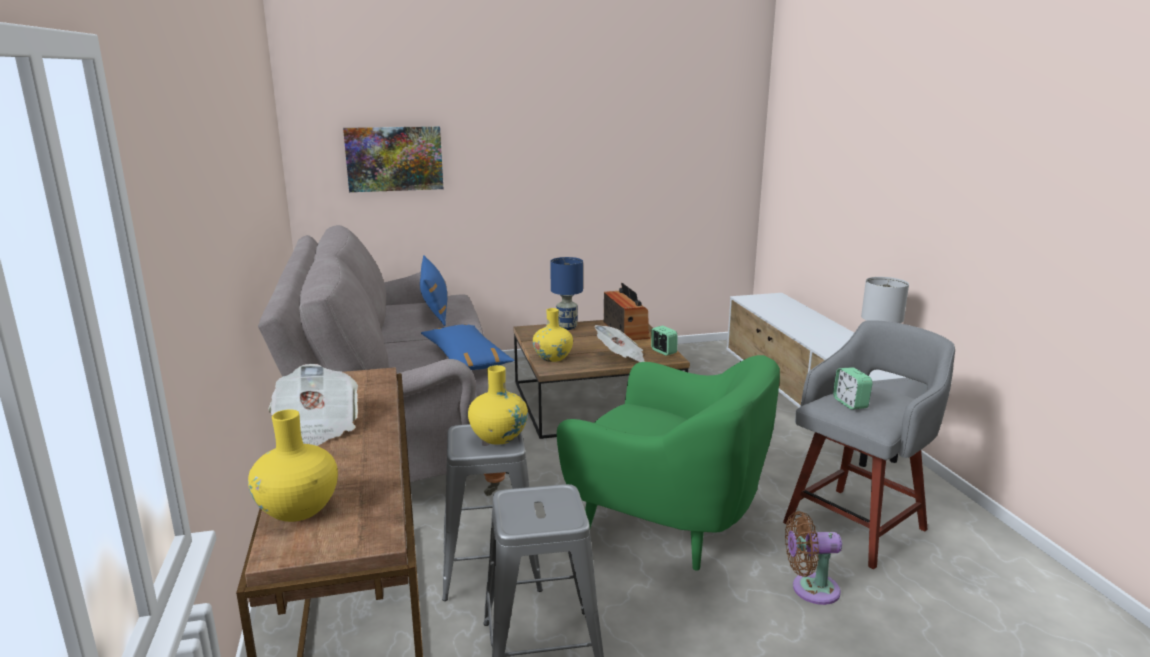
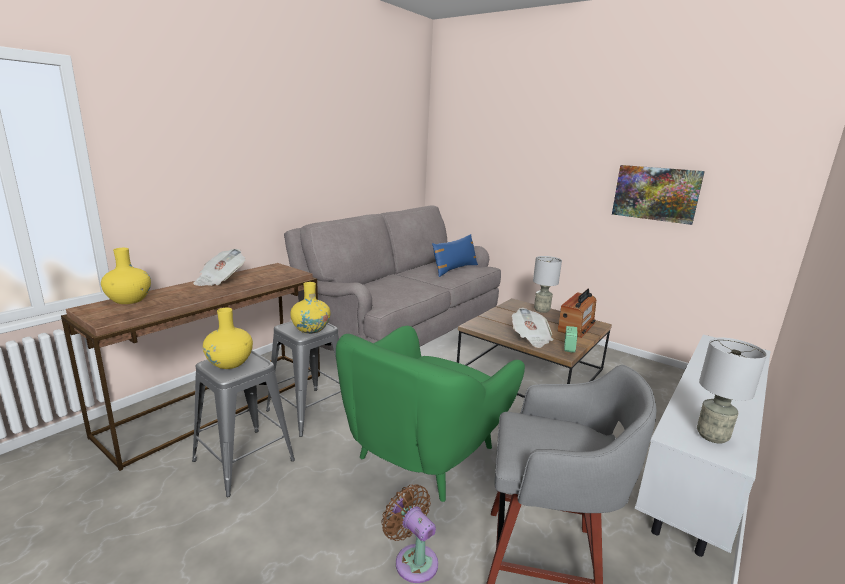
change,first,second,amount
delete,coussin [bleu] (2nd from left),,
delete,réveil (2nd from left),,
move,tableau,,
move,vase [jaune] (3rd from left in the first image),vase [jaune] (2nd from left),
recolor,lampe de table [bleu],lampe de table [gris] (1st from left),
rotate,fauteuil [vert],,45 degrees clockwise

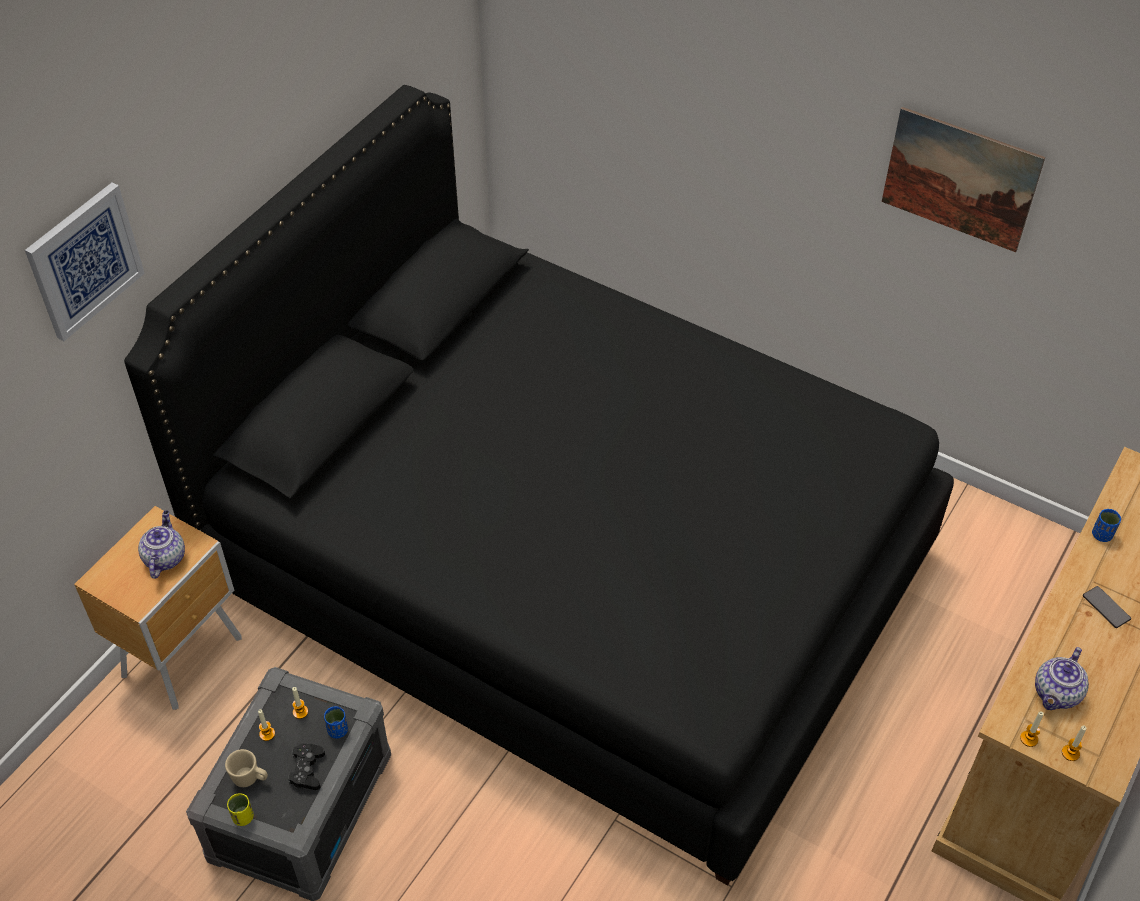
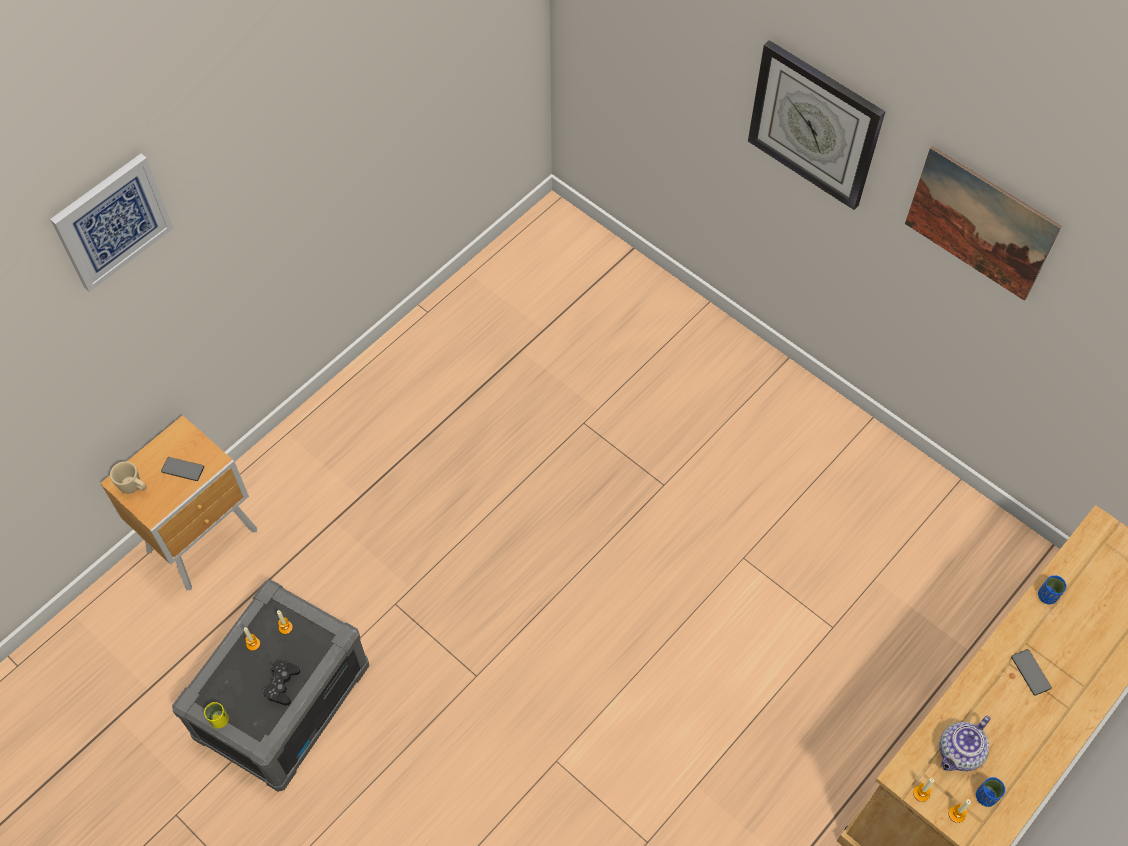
change,first,second,amount
delete,lit [noir],,
insert,,horloge murale,
move,mug [beige],,
move,tasse [bleu] (1st from left),,
replace,théière (1st from left),téléphone (1st from left),

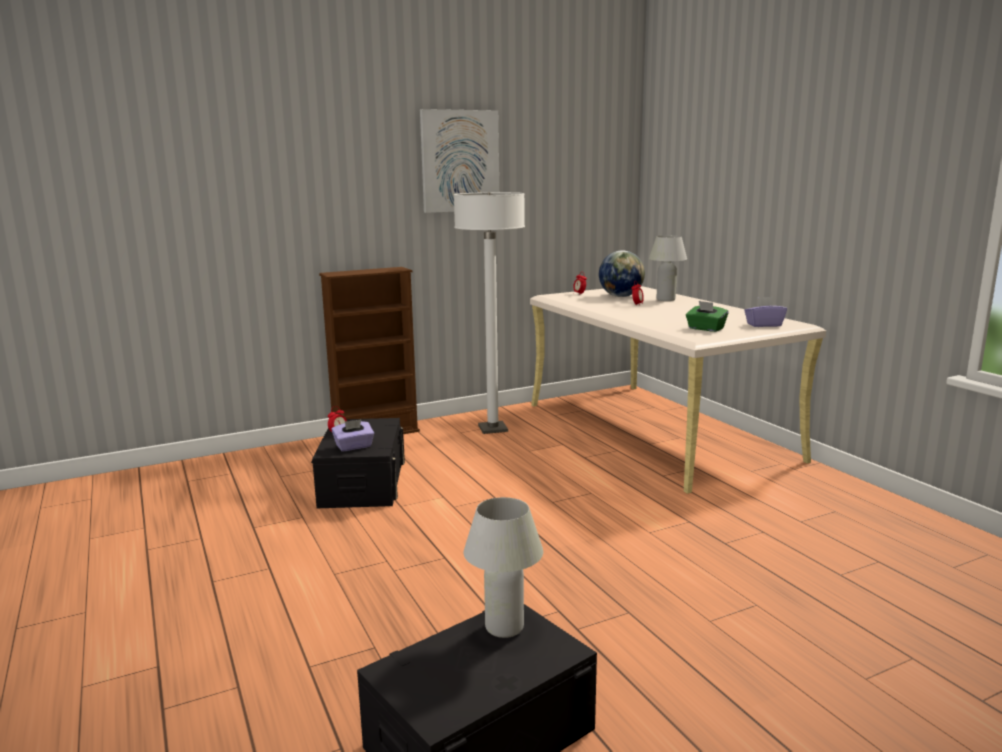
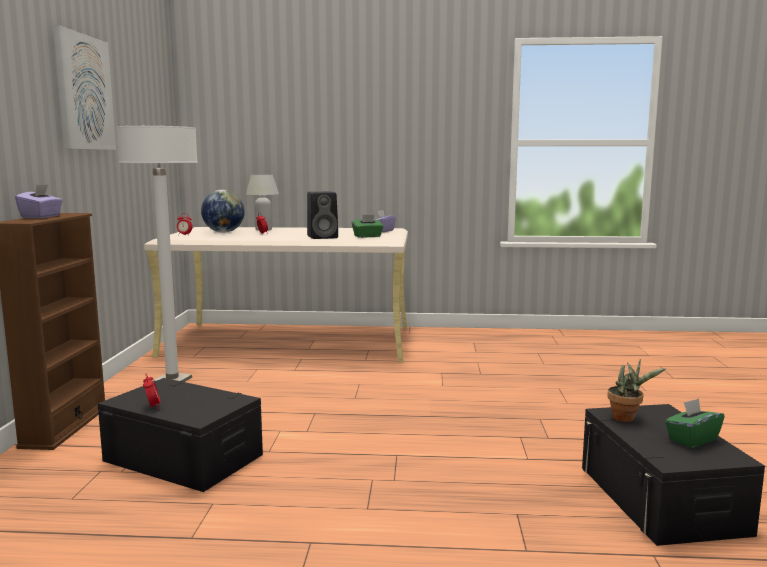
change,first,second,amount
insert,,enceinte [noir],
insert,,boîte à mouchoirs [vert] (2nd from left),
move,boîte à mouchoirs [violet] (1st from left),,
replace,lampe de table [blanc] (1st from left),plante en pot,

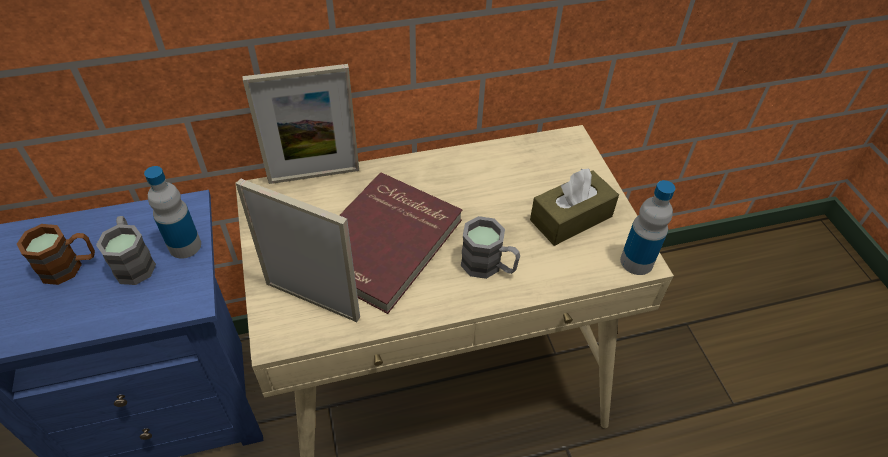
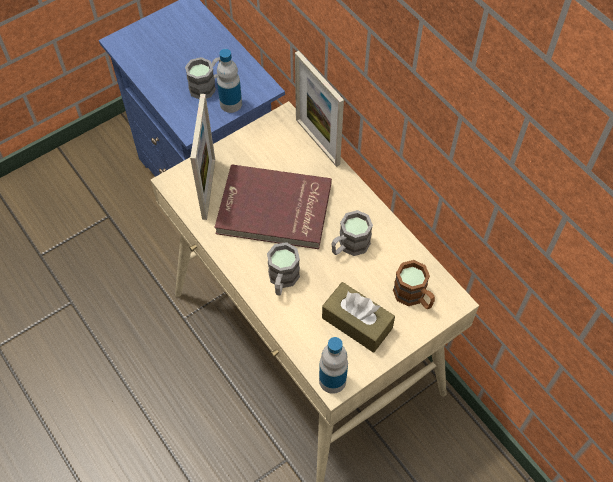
change,first,second,amount
insert,,mug [gris] (3rd from left),
move,mug [marron],,

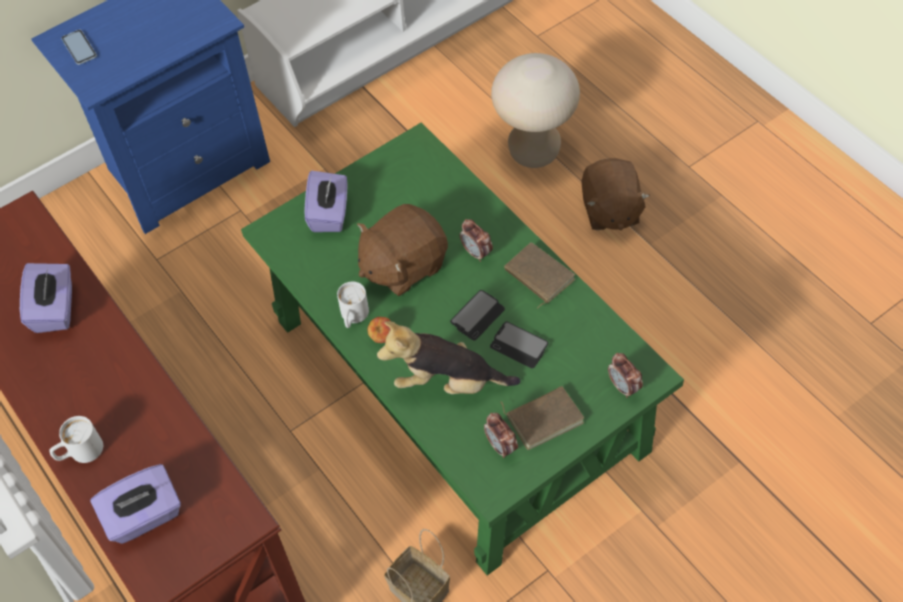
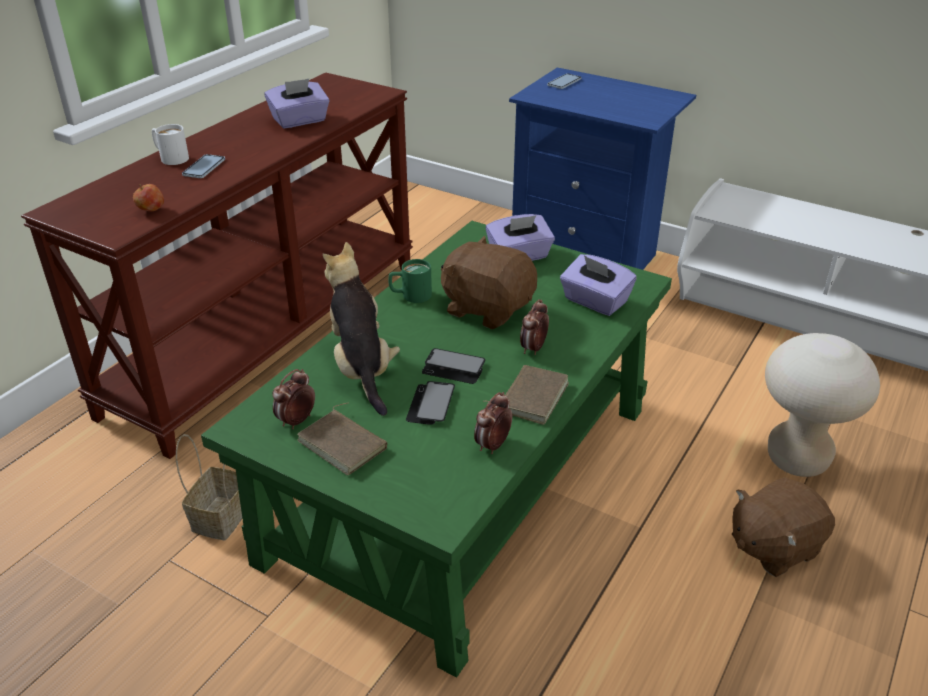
change,first,second,amount
insert,,téléphone (1st from left),
move,boîte à mouchoirs [violet] (2nd from left in the first image),boîte à mouchoirs [violet] (3rd from left),
move,pomme,,
move,réveil (3rd from left in the first image),réveil (2nd from left),
recolor,mug [blanc] (2nd from left),mug [vert],

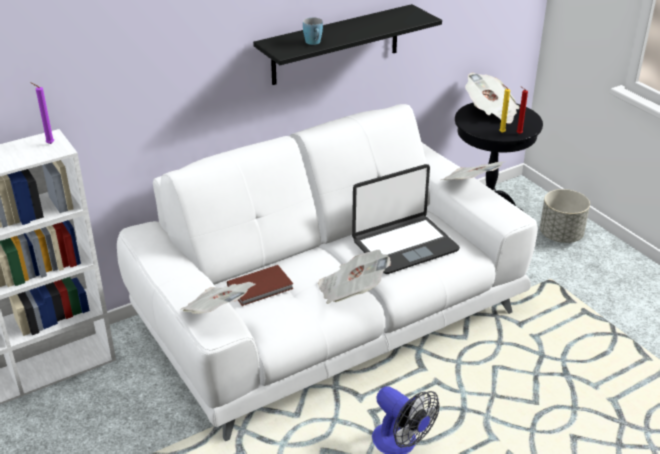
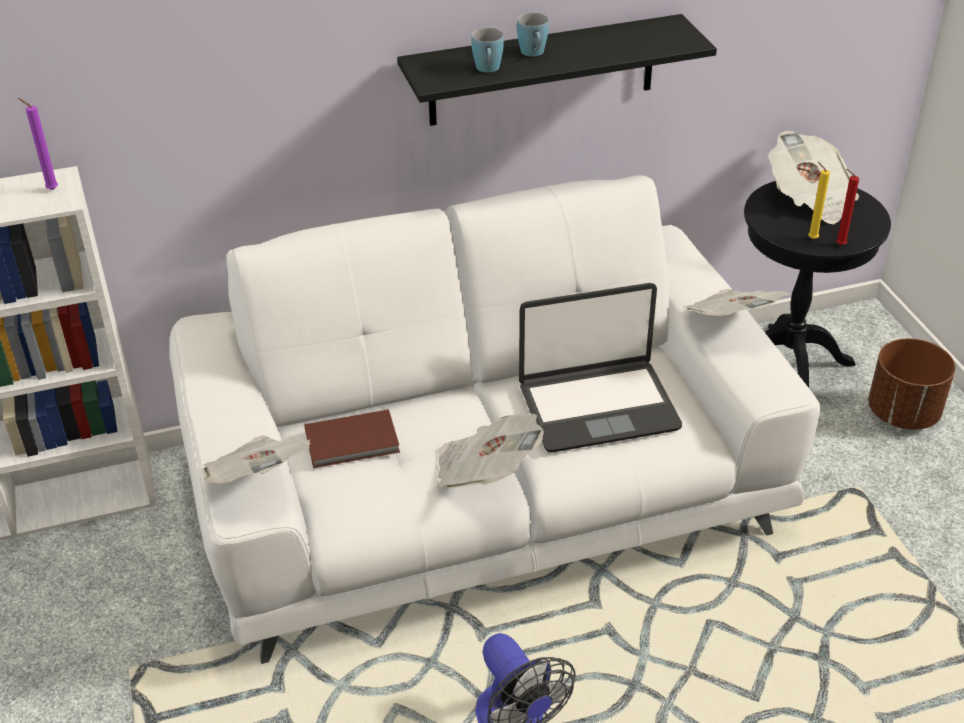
change,first,second,amount
insert,,mug [bleu] (2nd from left),
recolor,cache-pot [gris],cache-pot [marron],

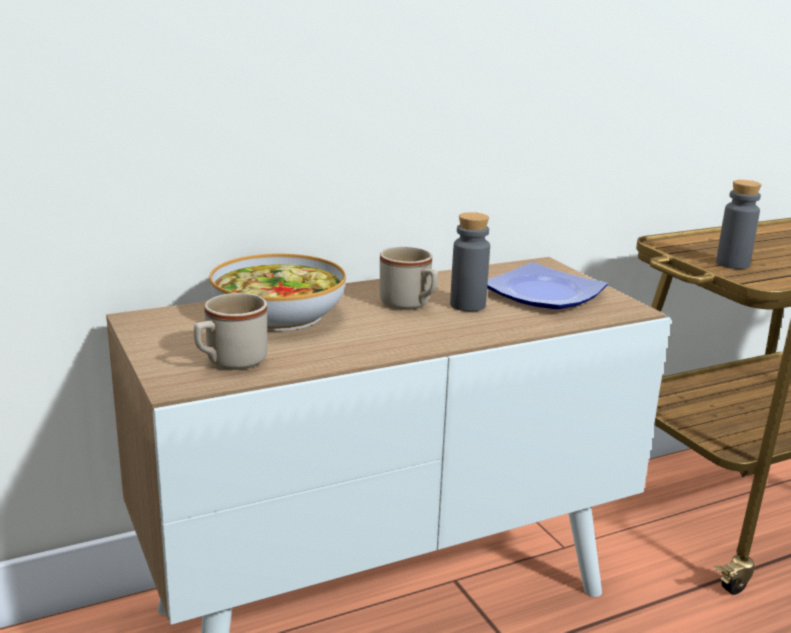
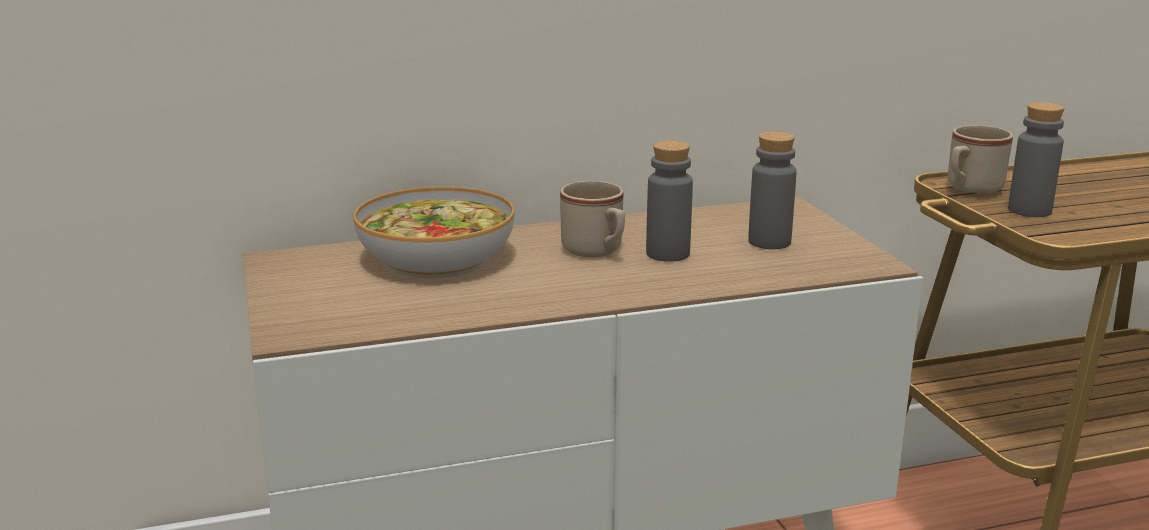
change,first,second,amount
move,mug [beige] (1st from left in the first image),mug [beige] (2nd from left),
replace,assiette,bouteille [gris] (2nd from left),

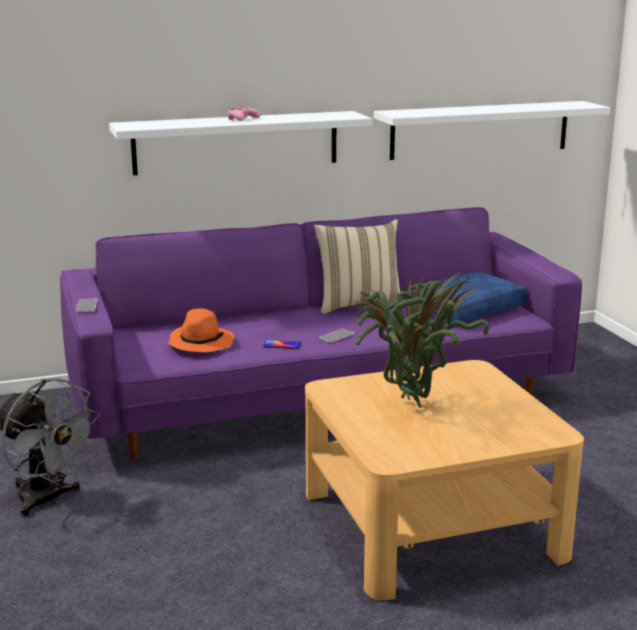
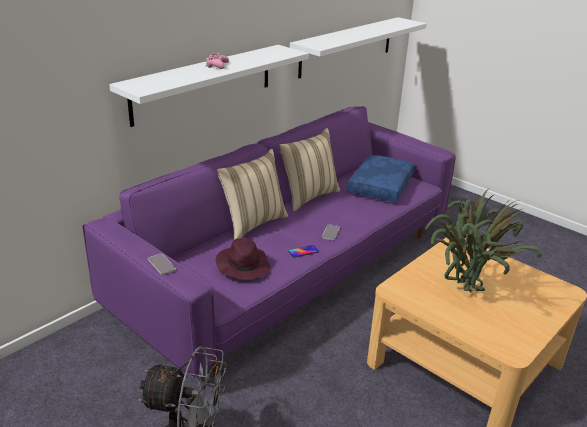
change,first,second,amount
insert,,coussin [beige] (1st from left),
recolor,chapeau [orange],chapeau [violet],

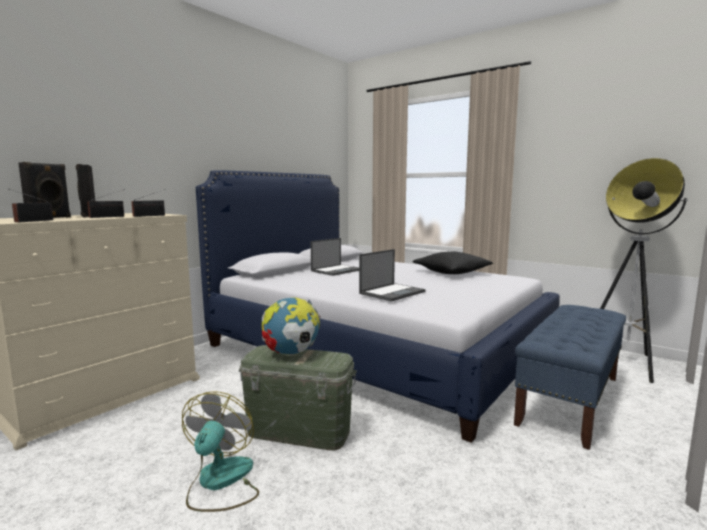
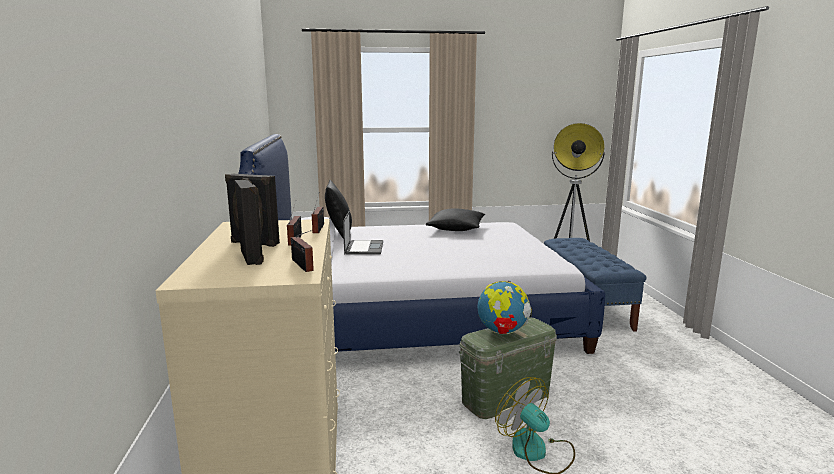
change,first,second,amount
delete,ordinateur portable (2nd from left),,
insert,,coussin [noir] (1st from left),

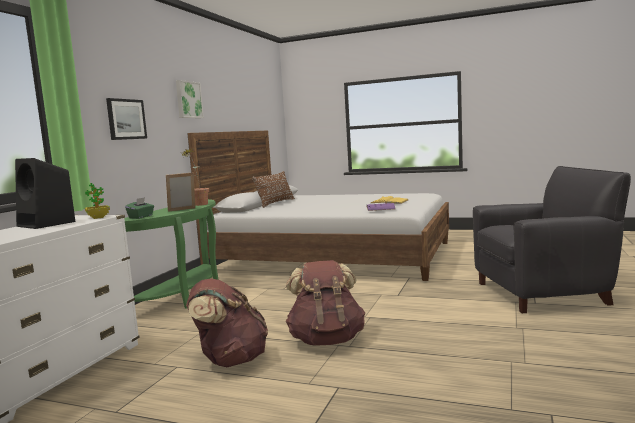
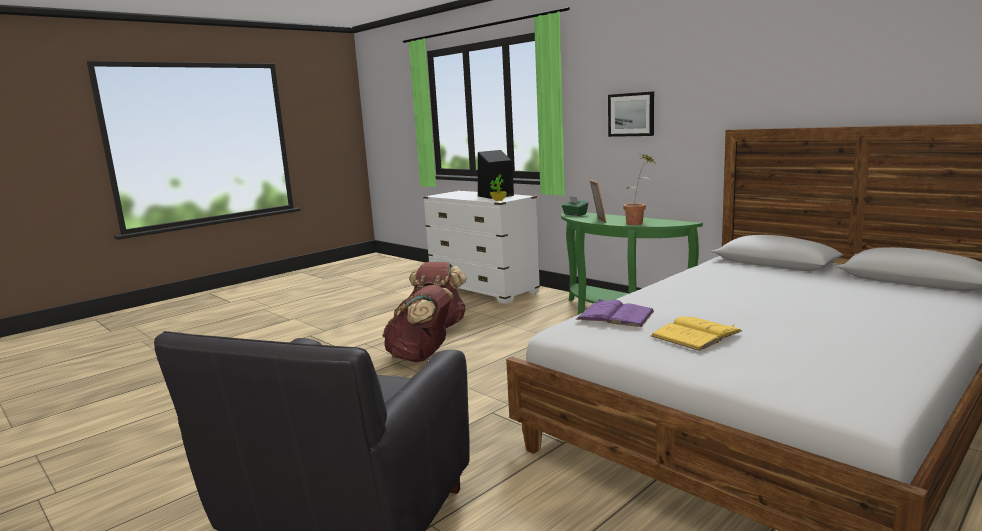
change,first,second,amount
delete,tableau (2nd from left),,
delete,coussin [marron],,

